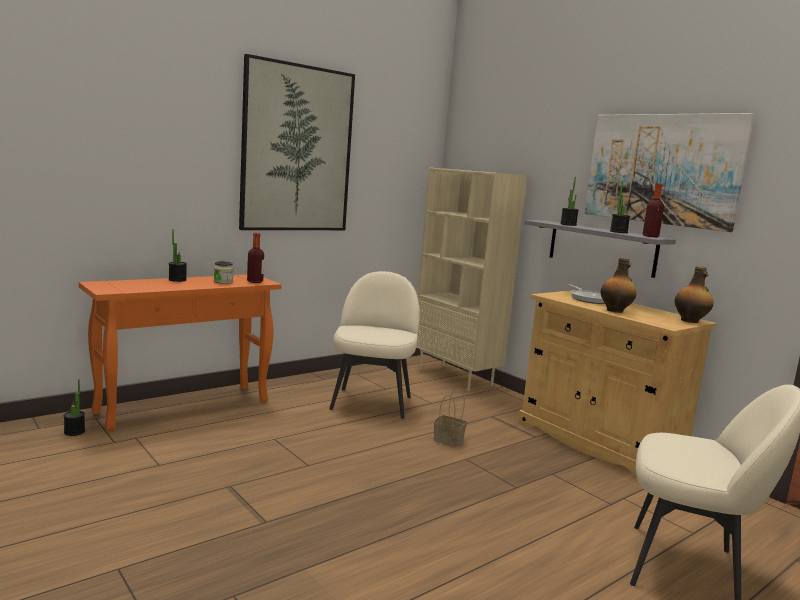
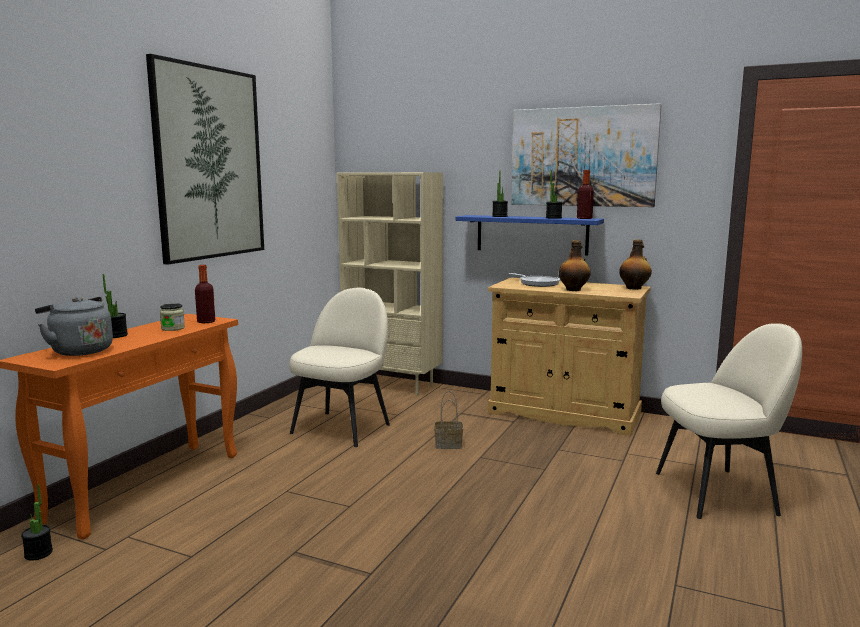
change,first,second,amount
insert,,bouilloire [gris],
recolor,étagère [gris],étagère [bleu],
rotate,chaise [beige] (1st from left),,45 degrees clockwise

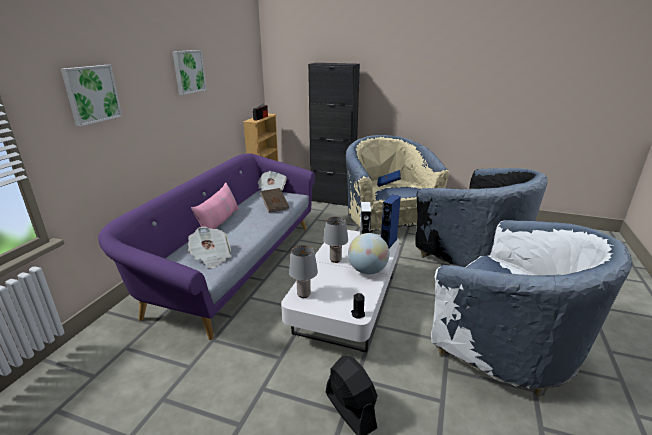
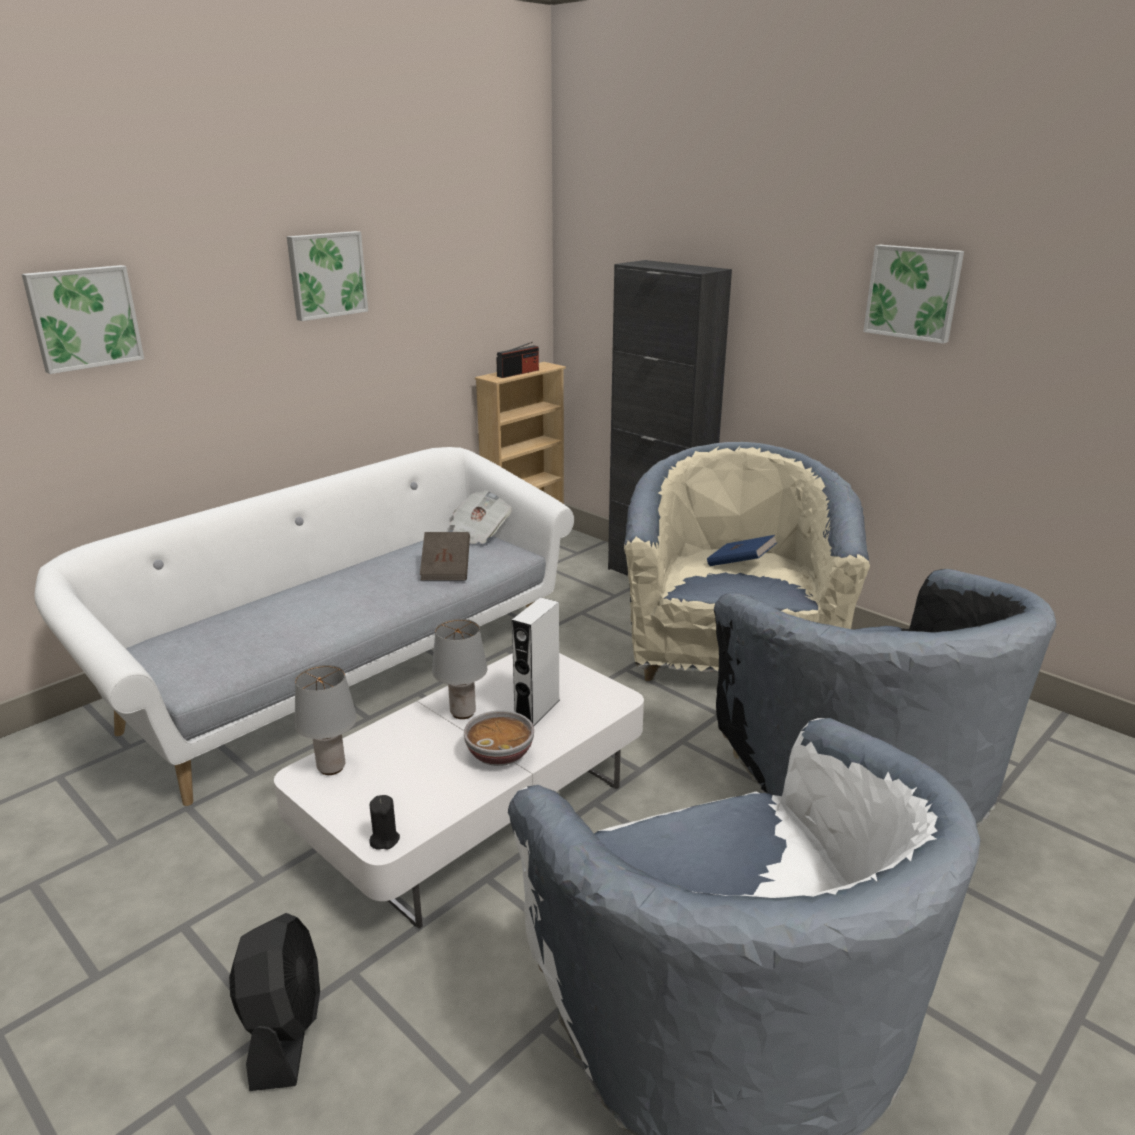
change,first,second,amount
delete,journal (1st from left),,
delete,coussin [rose],,
delete,enceinte [bleu],,
insert,,tableau (3rd from left),
replace,globe,bol,
recolor,canapé [violet],canapé [blanc],

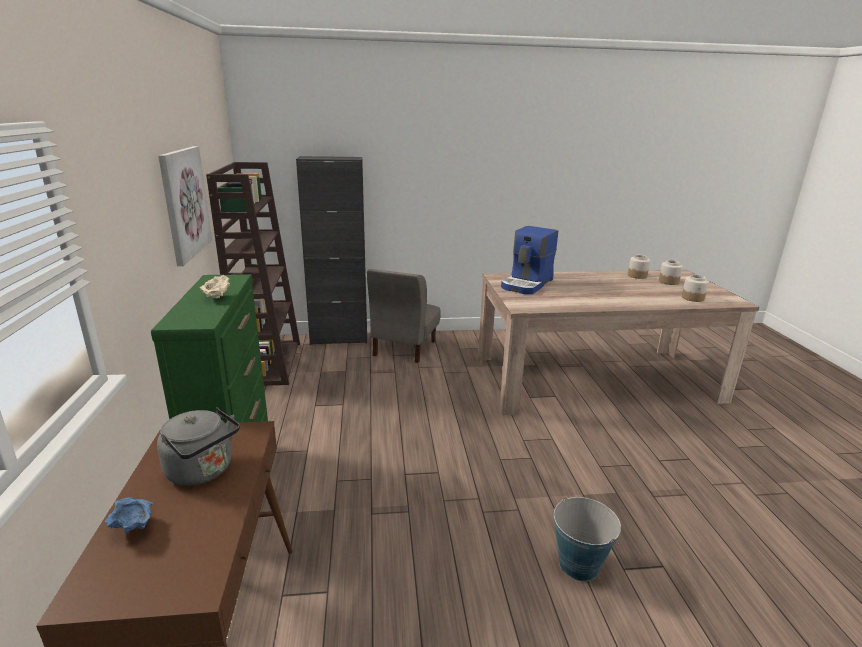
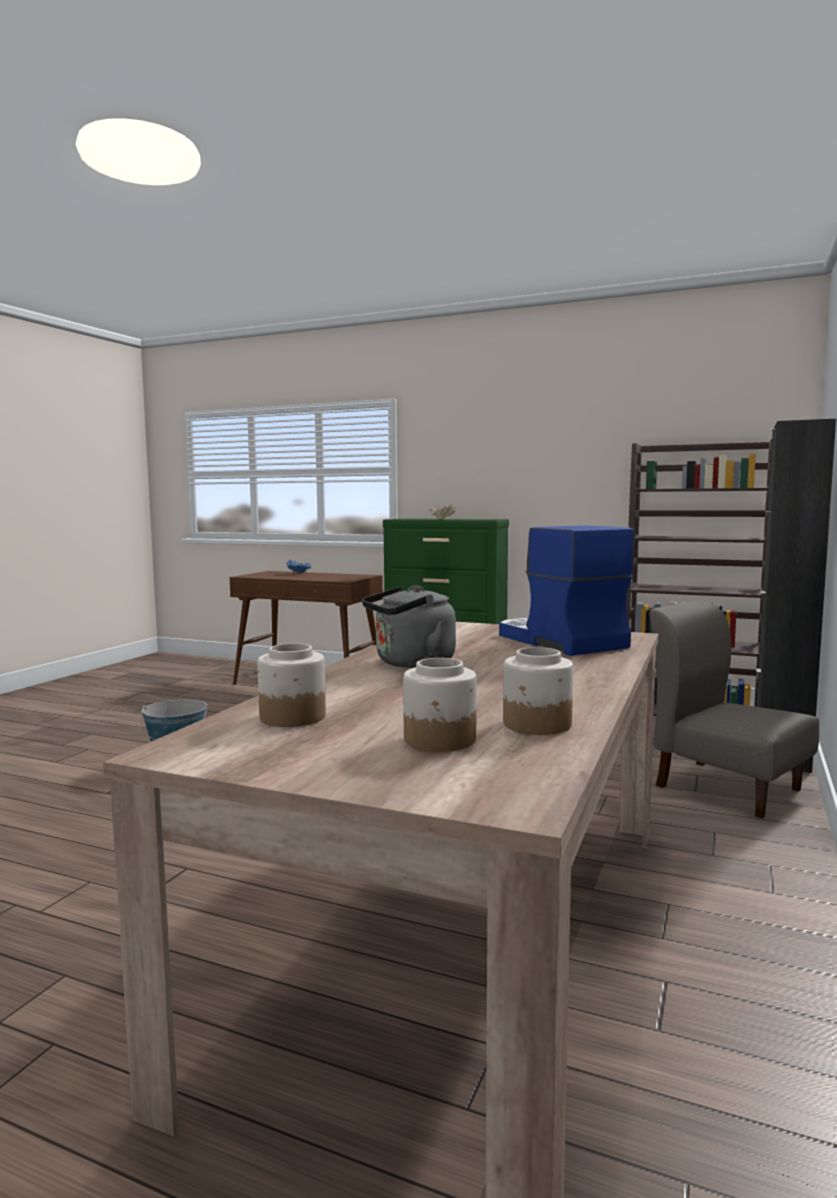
change,first,second,amount
delete,tableau,,
move,bouilloire [gris],,

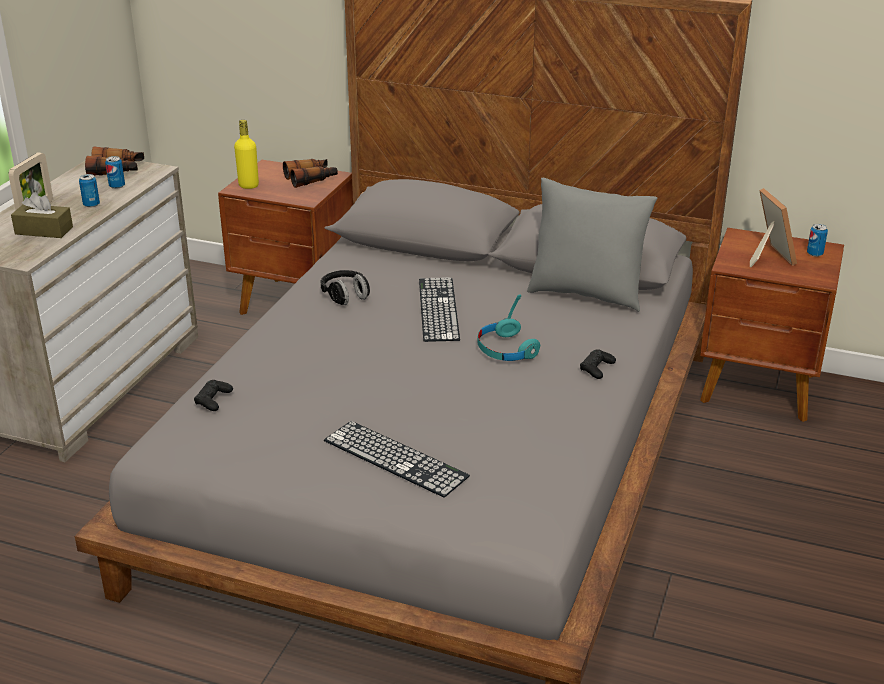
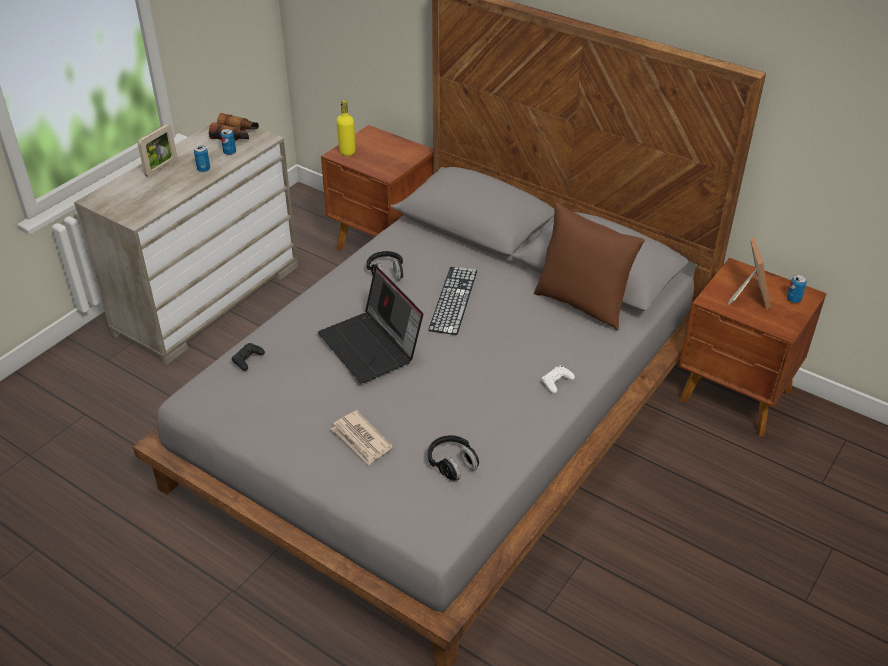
change,first,second,amount
delete,boîte à mouchoirs [marron],,
delete,jumelles (2nd from left),,
delete,casque audio [turquoise],,
insert,,ordinateur portable,
insert,,casque audio [noir] (2nd from left),
replace,clavier (1st from left),journal,
recolor,coussin [gris],coussin [marron],
recolor,manette [noir] (2nd from left),manette [blanc],

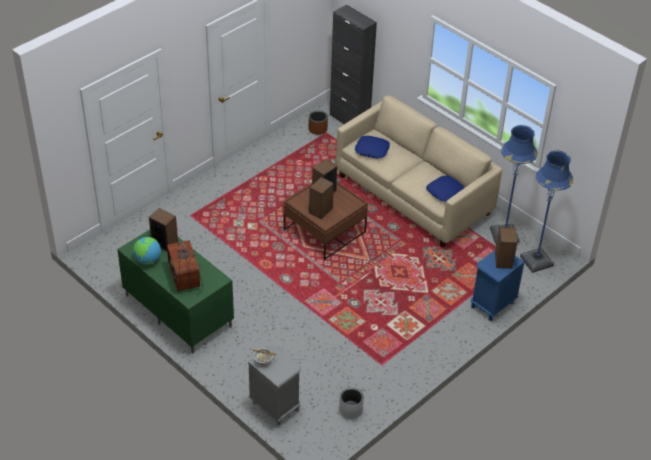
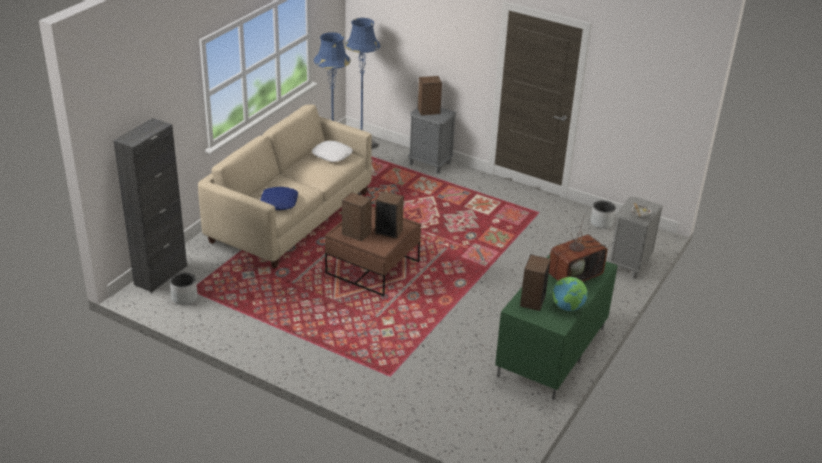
change,first,second,amount
recolor,cache-pot [marron],cache-pot [gris] (1st from left),
recolor,coussin [bleu] (2nd from left),coussin [blanc],
recolor,table de chevet [bleu],table de chevet [gris] (1st from left),

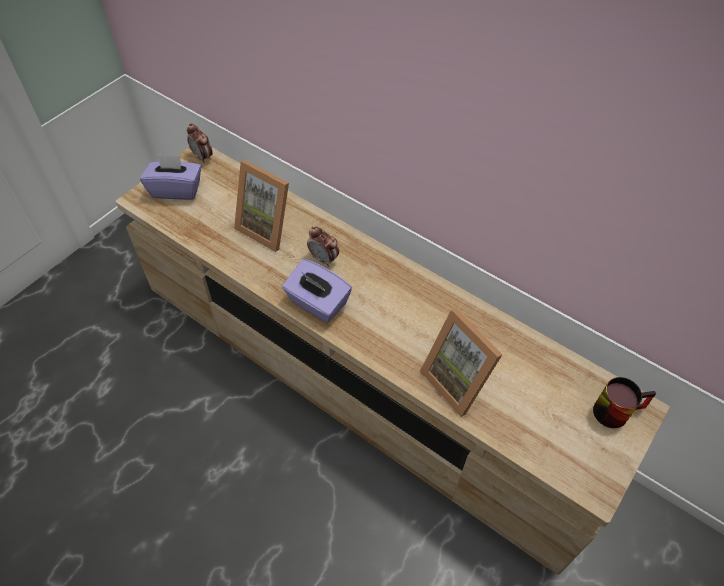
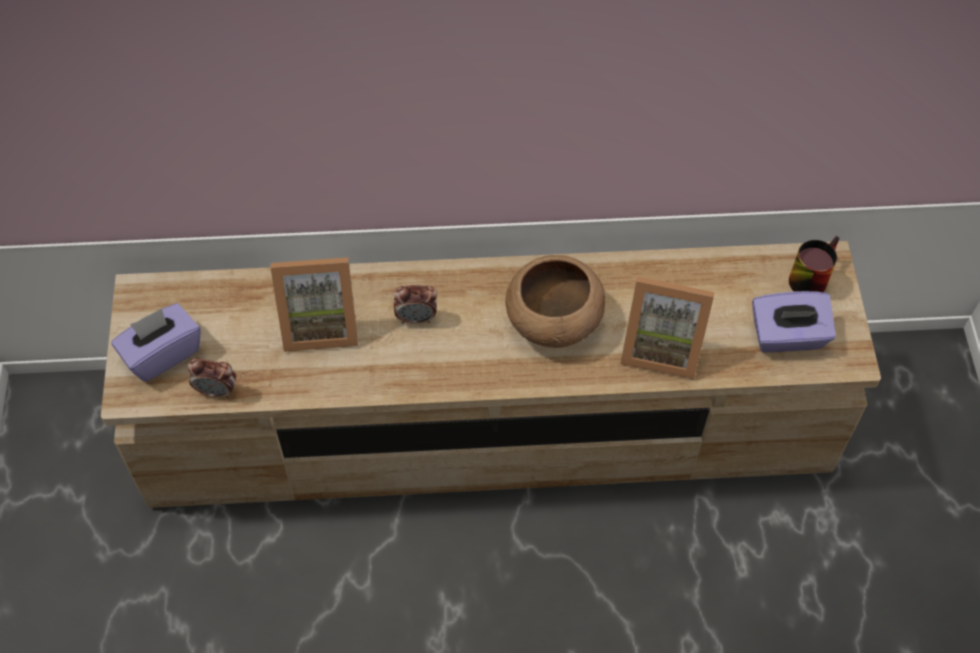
change,first,second,amount
insert,,bol [marron],
move,réveil (1st from left),,
move,boîte à mouchoirs [violet] (2nd from left),,

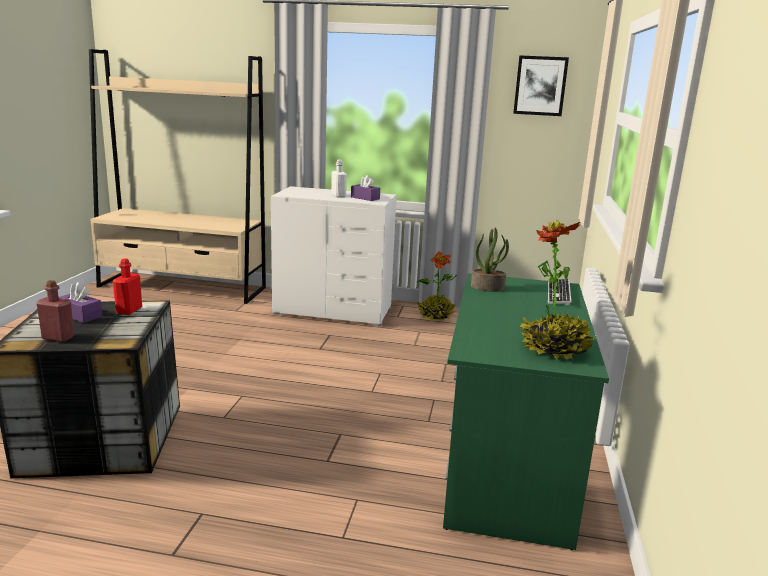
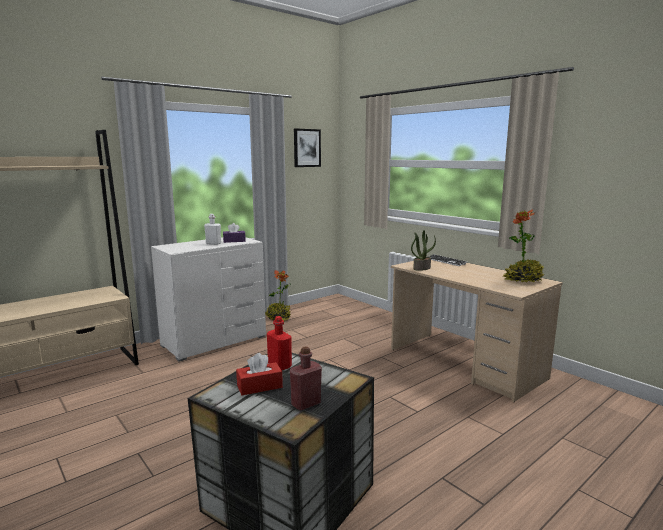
change,first,second,amount
recolor,boîte à mouchoirs [violet] (1st from left),boîte à mouchoirs [rouge],
recolor,bureau [vert],bureau [beige],

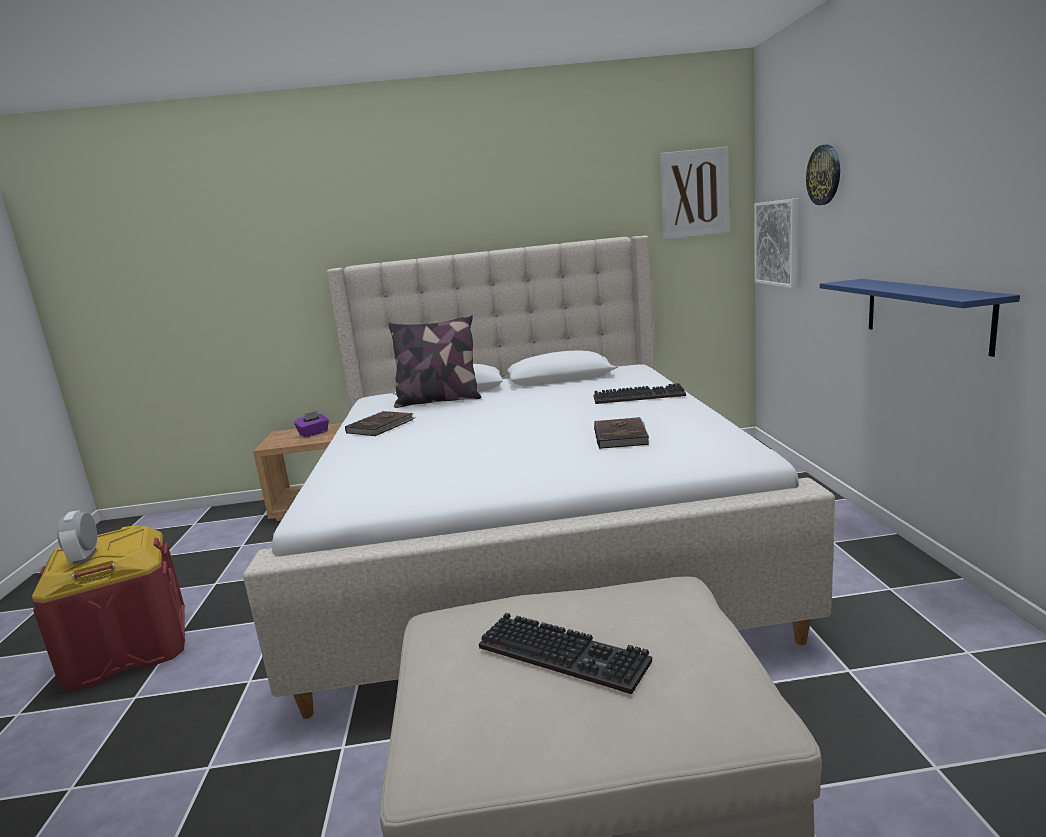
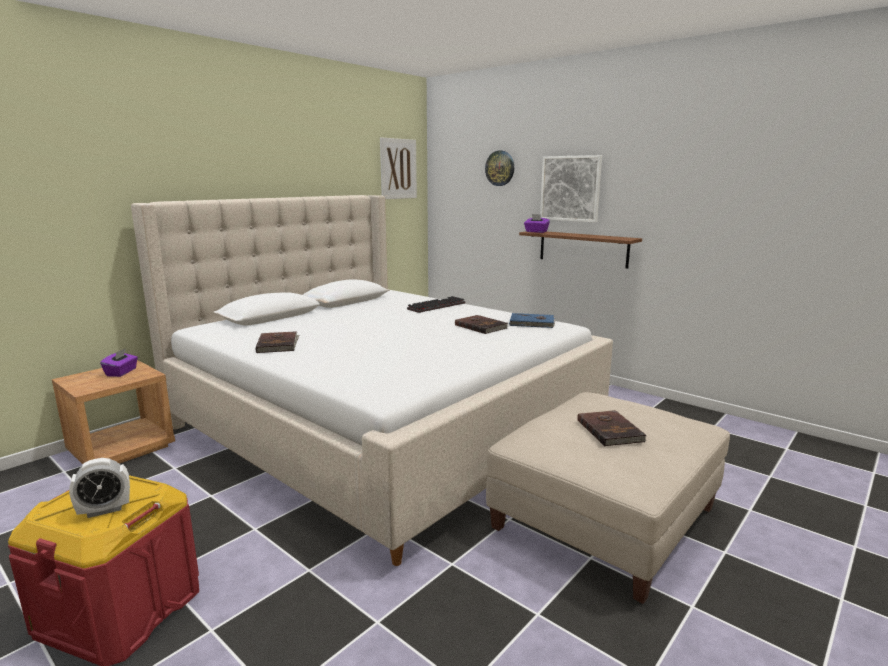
change,first,second,amount
delete,coussin,,
insert,,livre [bleu],
insert,,boîte à mouchoirs [violet] (2nd from left),
move,tableau (2nd from left),,
replace,clavier (1st from left),livre [marron] (3rd from left),
recolor,étagère [bleu],étagère [marron],
rotate,réveil,,60 degrees counterclockwise

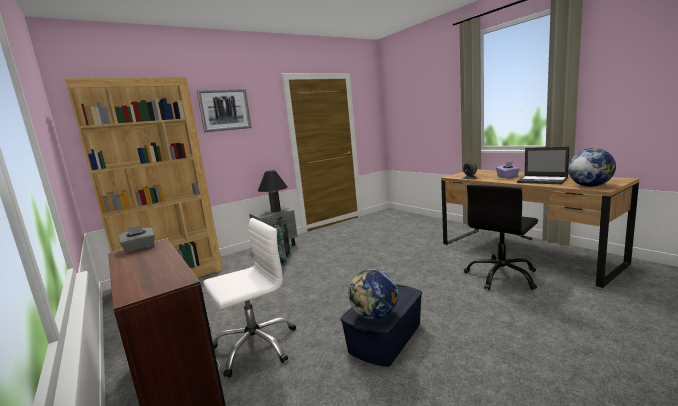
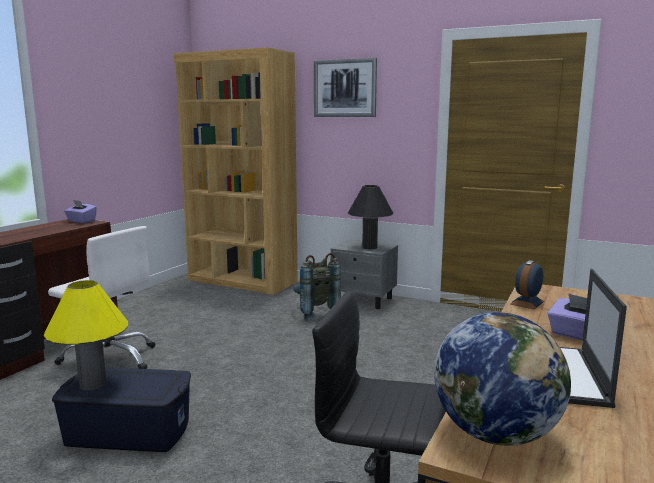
change,first,second,amount
replace,globe (1st from left),lampe de table [jaune],
recolor,boîte à mouchoirs [gris],boîte à mouchoirs [violet] (1st from left),

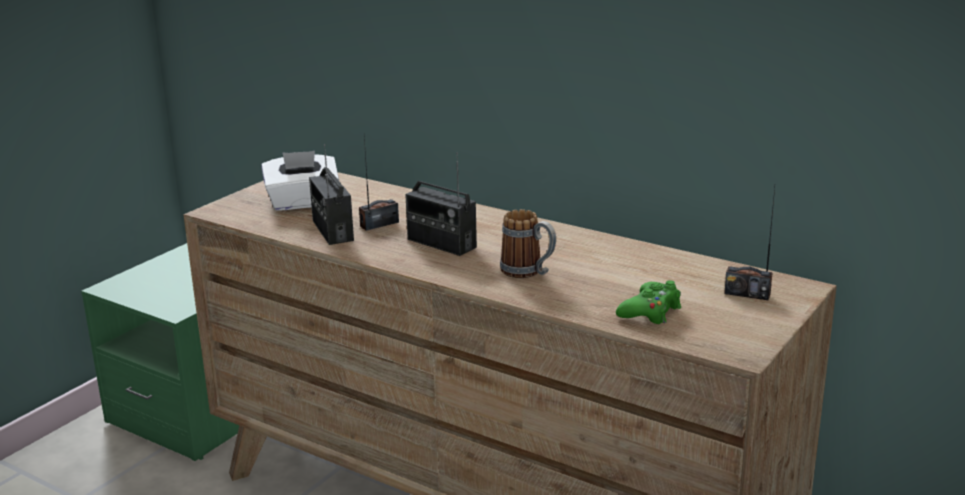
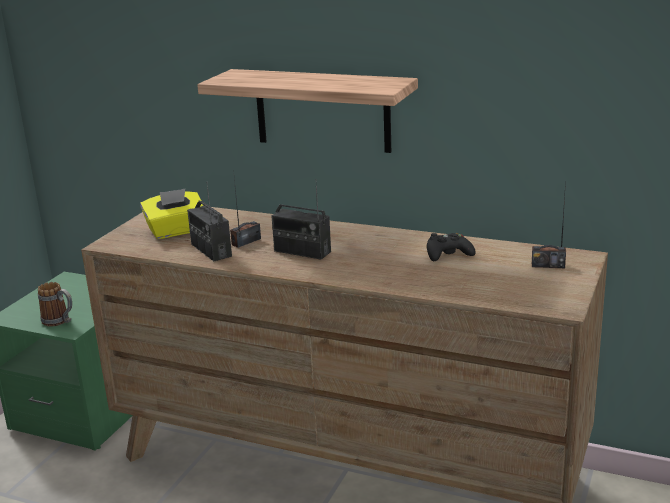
change,first,second,amount
delete,manette [vert],,
insert,,étagère,
insert,,manette [noir],
move,mug,,
recolor,boîte à mouchoirs [blanc],boîte à mouchoirs [jaune],

